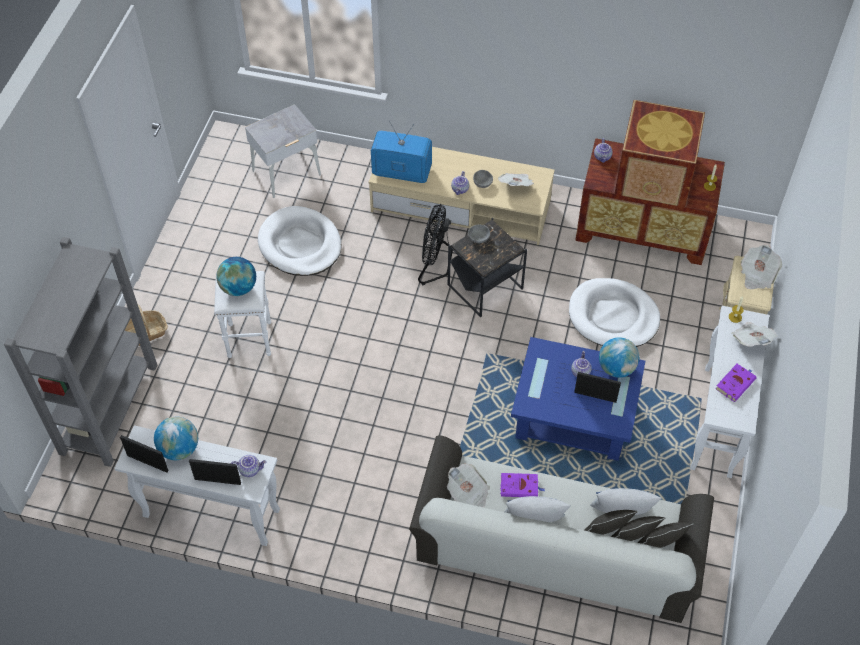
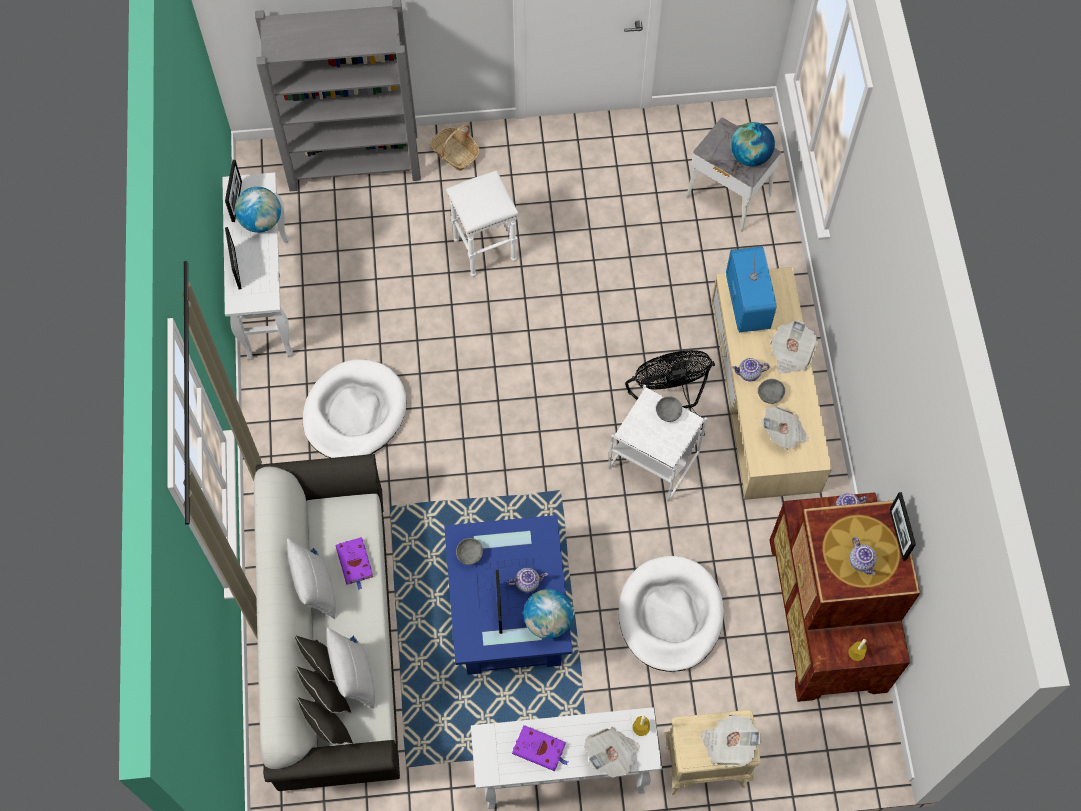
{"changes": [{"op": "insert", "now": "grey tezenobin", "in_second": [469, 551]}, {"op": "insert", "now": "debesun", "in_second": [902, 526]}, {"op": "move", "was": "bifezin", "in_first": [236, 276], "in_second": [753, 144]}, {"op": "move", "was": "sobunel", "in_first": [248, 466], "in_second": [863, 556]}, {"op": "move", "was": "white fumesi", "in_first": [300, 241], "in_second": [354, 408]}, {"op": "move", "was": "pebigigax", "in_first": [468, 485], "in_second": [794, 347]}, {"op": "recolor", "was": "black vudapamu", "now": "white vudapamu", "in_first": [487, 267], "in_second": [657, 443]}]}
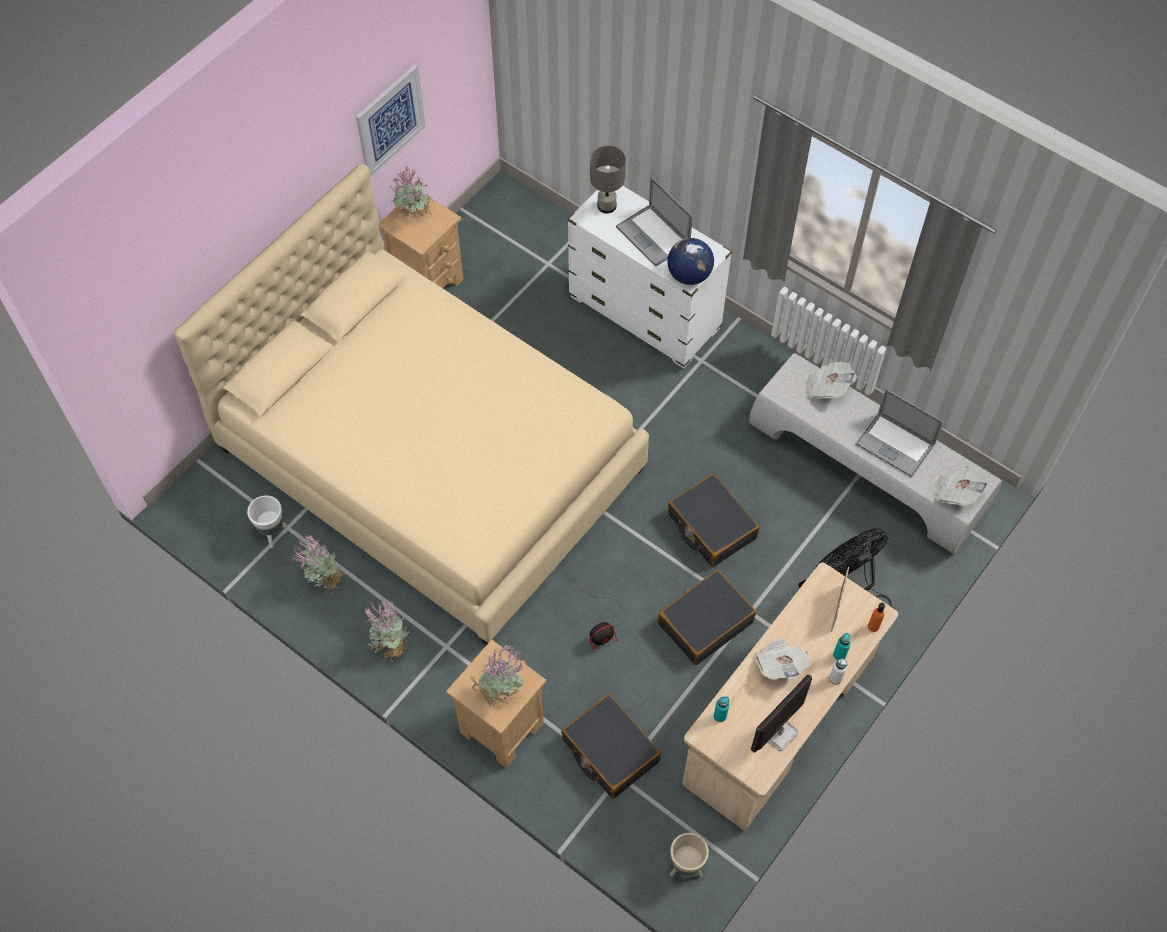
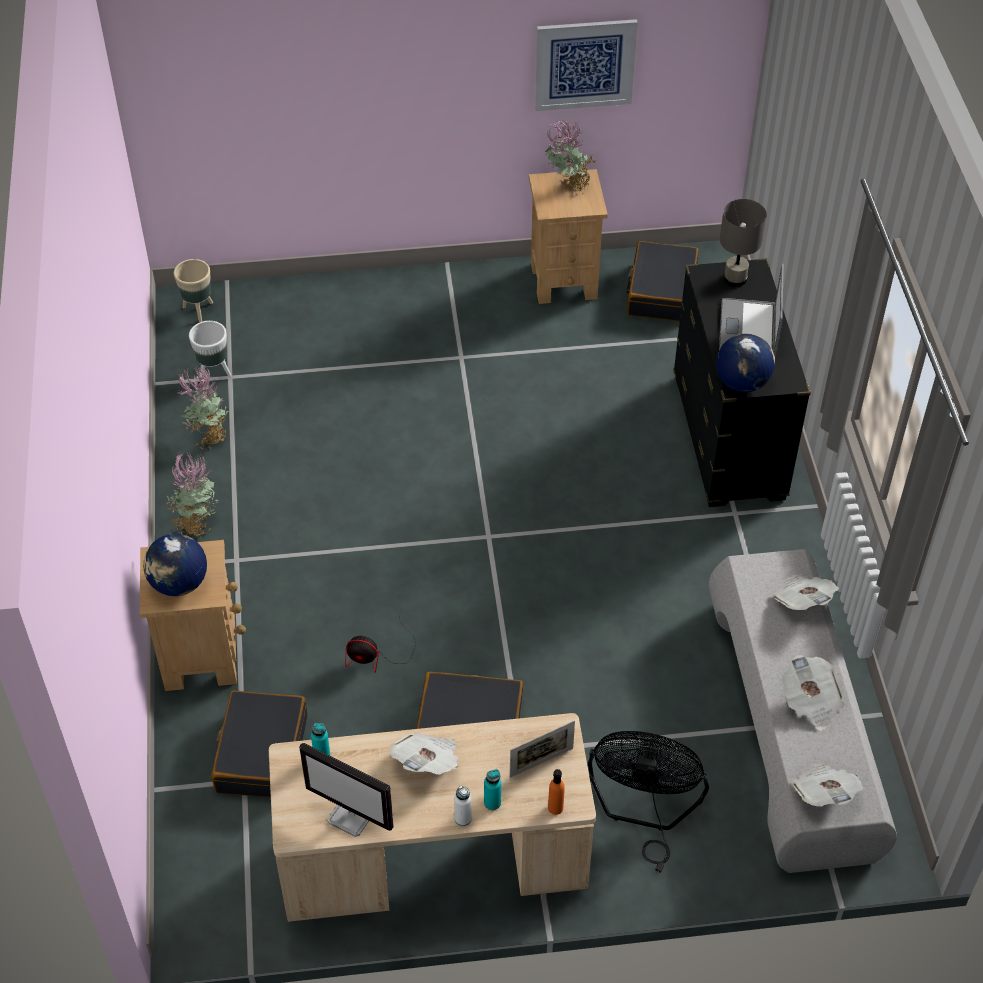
{"changes": [{"op": "delete", "was": "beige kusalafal", "in_first": [411, 404]}, {"op": "move", "was": "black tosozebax", "in_first": [713, 520], "in_second": [663, 281]}, {"op": "move", "was": "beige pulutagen", "in_first": [689, 855], "in_second": [193, 291]}, {"op": "replace", "was": "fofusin", "now": "bifezin", "in_first": [497, 675], "in_second": [175, 565]}, {"op": "replace", "was": "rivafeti", "now": "pebigigax", "in_first": [899, 433], "in_second": [813, 692]}, {"op": "recolor", "was": "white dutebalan", "now": "black dutebalan", "in_first": [649, 277], "in_second": [742, 382]}, {"op": "rotate", "was": "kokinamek", "in_first": [781, 714], "in_second": [346, 790], "clockwise": -150}]}
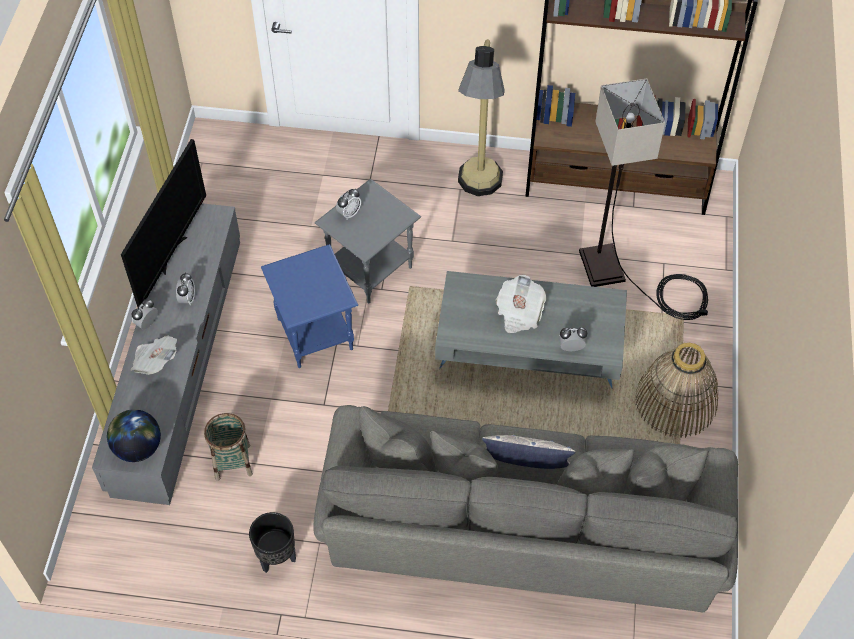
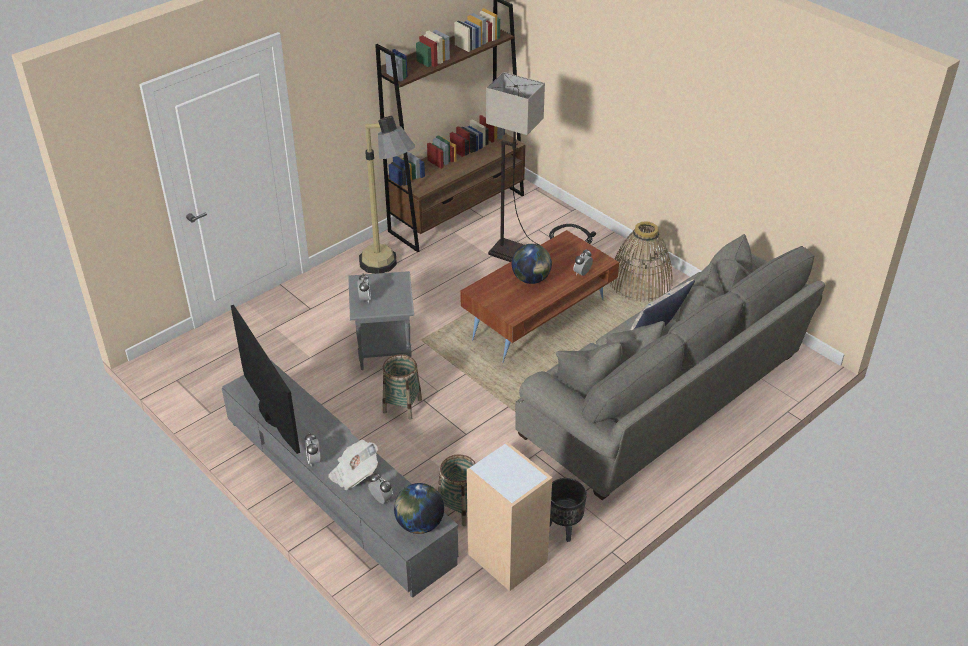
{"changes": [{"op": "insert", "now": "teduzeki", "in_second": [509, 516]}, {"op": "move", "was": "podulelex", "in_first": [185, 288], "in_second": [380, 488]}, {"op": "replace", "was": "blue vudapamu", "now": "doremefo", "in_first": [309, 306], "in_second": [402, 387]}, {"op": "replace", "was": "pebigigax", "now": "bifezin", "in_first": [521, 304], "in_second": [532, 264]}, {"op": "recolor", "was": "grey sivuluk", "now": "brown sivuluk", "in_first": [531, 329], "in_second": [539, 297]}]}
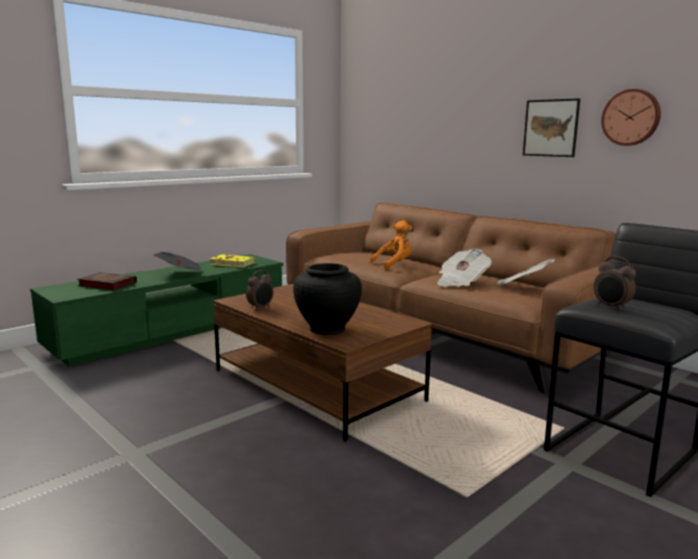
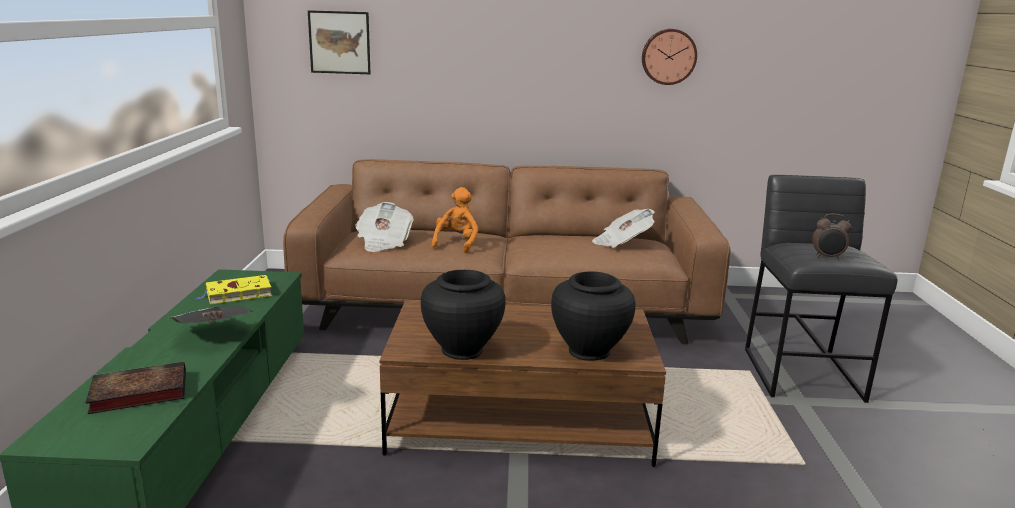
{"changes": [{"op": "move", "was": "pebigigax", "in_first": [464, 268], "in_second": [384, 227]}, {"op": "move", "was": "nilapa", "in_first": [551, 127], "in_second": [339, 42]}, {"op": "replace", "was": "podulelex", "now": "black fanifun", "in_first": [260, 290], "in_second": [463, 315]}]}
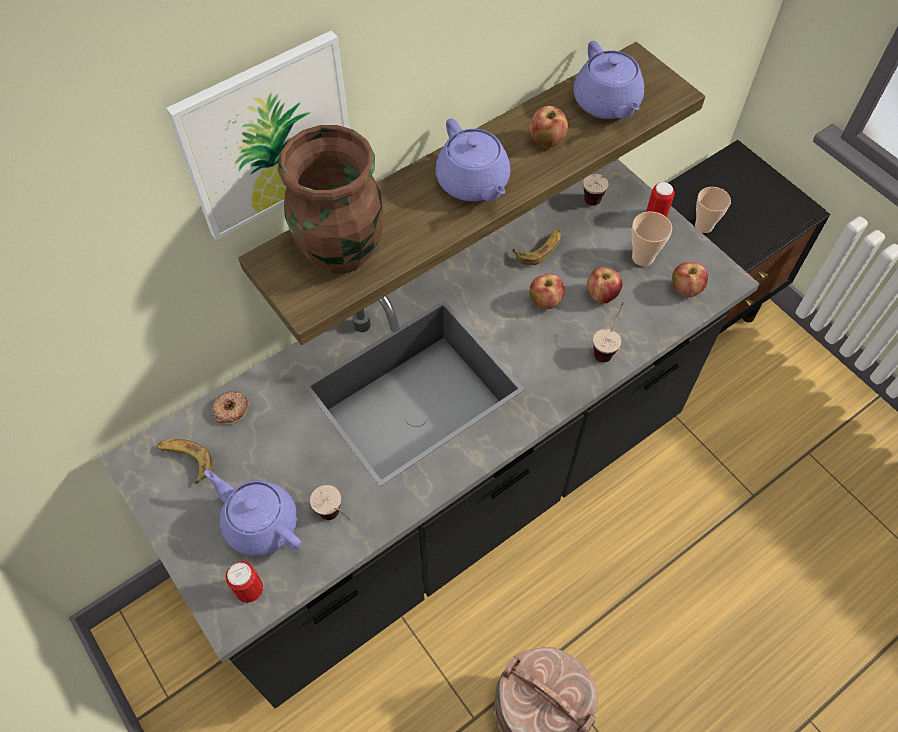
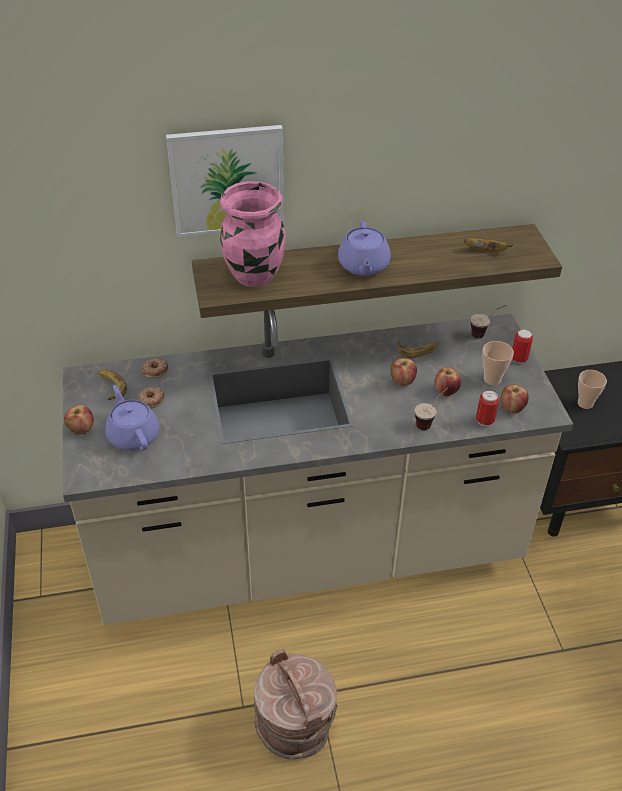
{"changes": [{"op": "delete", "was": "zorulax", "in_first": [330, 503]}, {"op": "insert", "now": "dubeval", "in_second": [151, 397]}, {"op": "move", "was": "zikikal", "in_first": [244, 582], "in_second": [487, 408]}, {"op": "move", "was": "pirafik", "in_first": [549, 127], "in_second": [79, 420]}, {"op": "replace", "was": "purple sobunel", "now": "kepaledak", "in_first": [609, 80], "in_second": [488, 244]}, {"op": "recolor", "was": "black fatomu", "now": "beige fatomu", "in_first": [429, 433], "in_second": [318, 467]}, {"op": "recolor", "was": "brown fanifun", "now": "pink fanifun", "in_first": [330, 199], "in_second": [253, 234]}]}
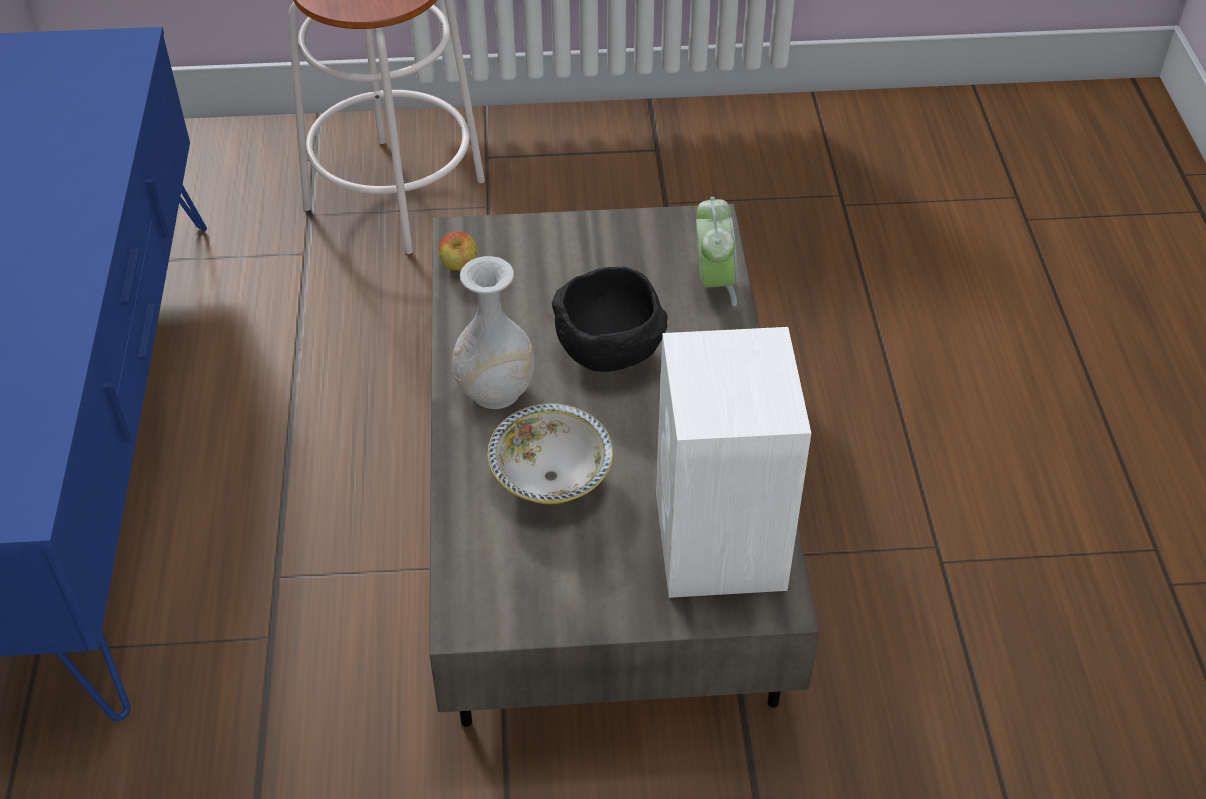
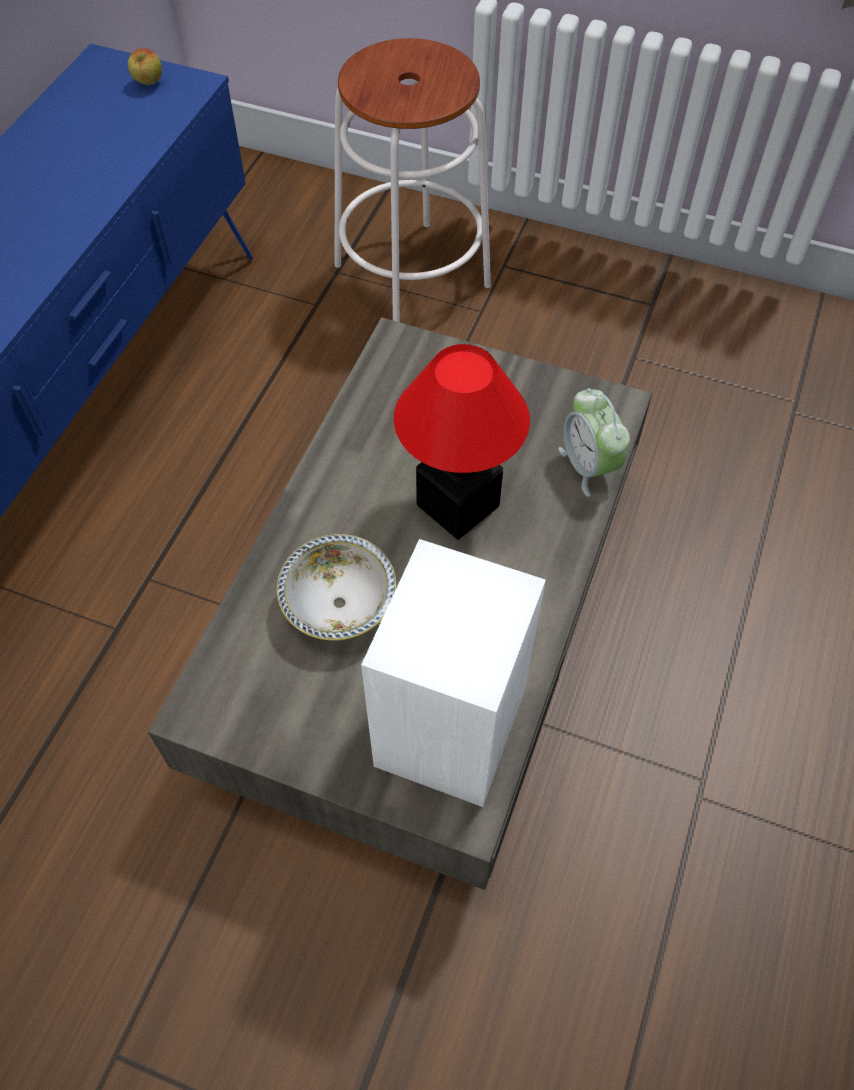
{"changes": [{"op": "delete", "was": "white fanifun", "in_first": [493, 332]}, {"op": "move", "was": "pirafik", "in_first": [457, 251], "in_second": [144, 66]}, {"op": "replace", "was": "black tezenobin", "now": "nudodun", "in_first": [609, 319], "in_second": [462, 442]}, {"op": "rotate", "was": "podulelex", "in_first": [717, 251], "in_second": [594, 442], "clockwise": 135}]}
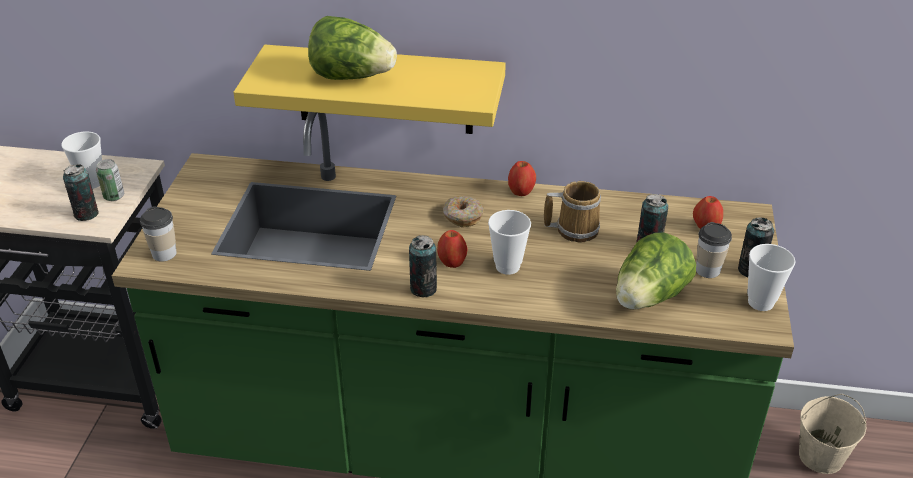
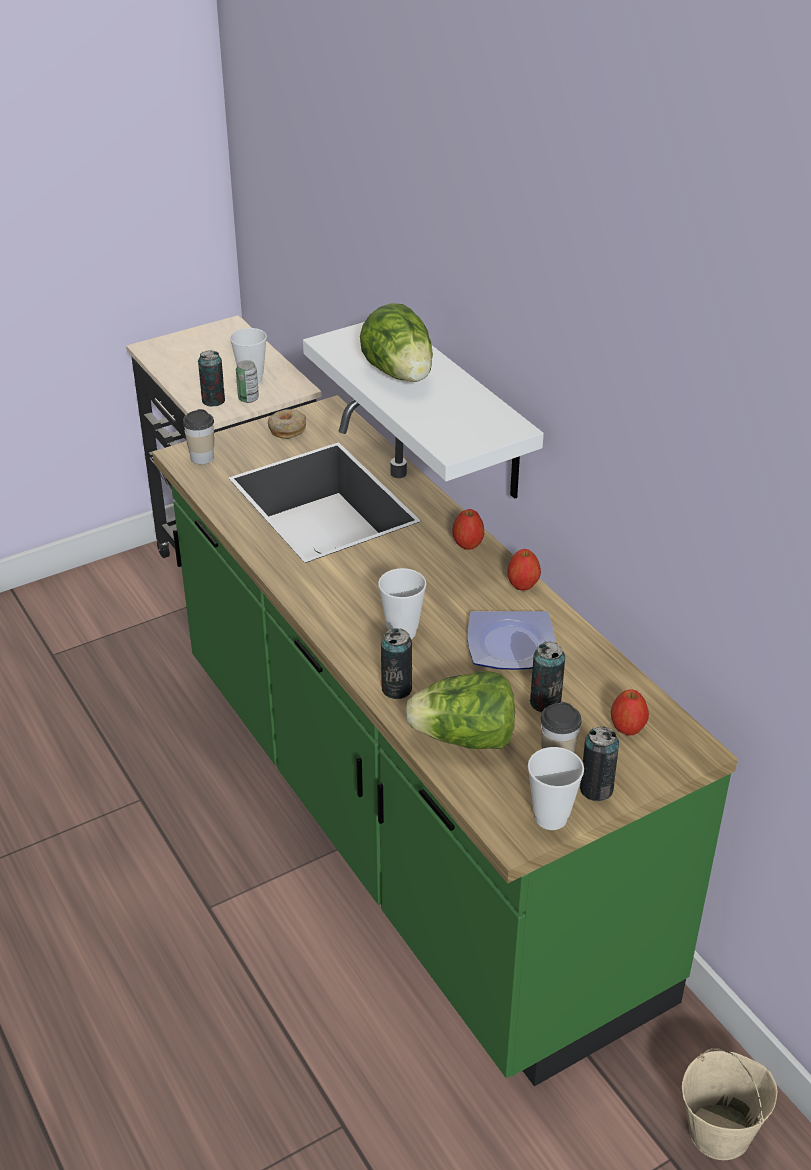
{"changes": [{"op": "move", "was": "zikikal", "in_first": [423, 266], "in_second": [396, 663]}, {"op": "move", "was": "pirafik", "in_first": [452, 249], "in_second": [468, 529]}, {"op": "move", "was": "dubeval", "in_first": [463, 212], "in_second": [287, 424]}, {"op": "replace", "was": "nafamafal", "now": "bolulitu", "in_first": [572, 212], "in_second": [512, 640]}, {"op": "recolor", "was": "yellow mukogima", "now": "white mukogima", "in_first": [369, 89], "in_second": [423, 410]}]}
